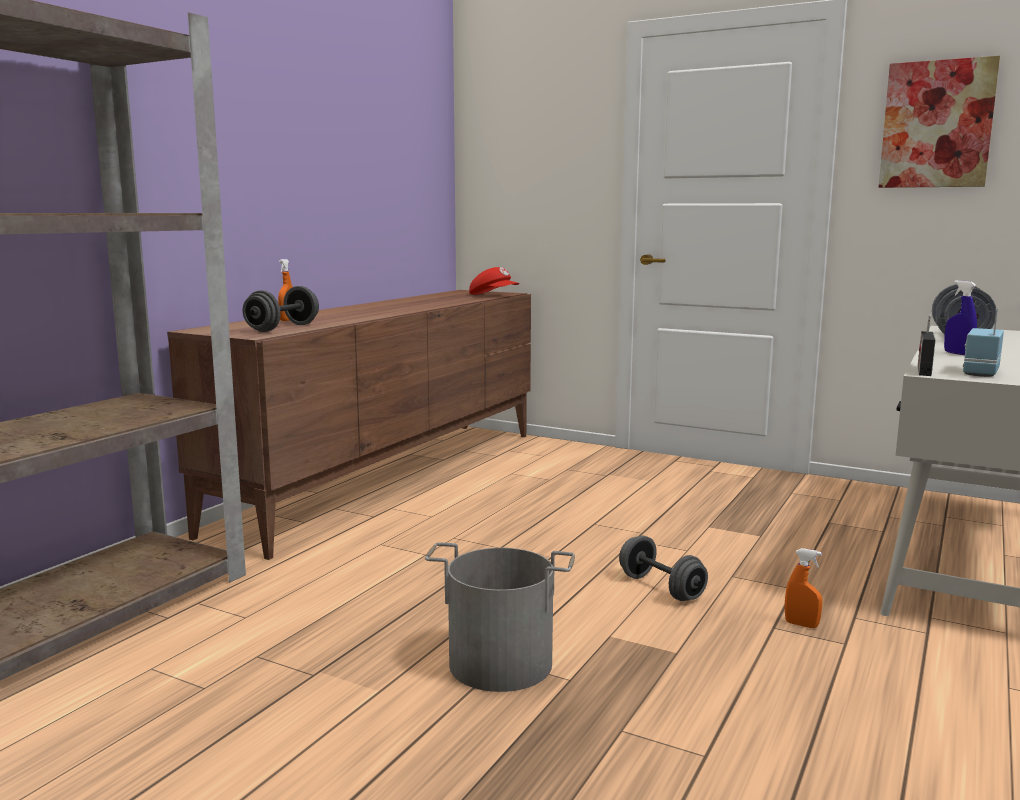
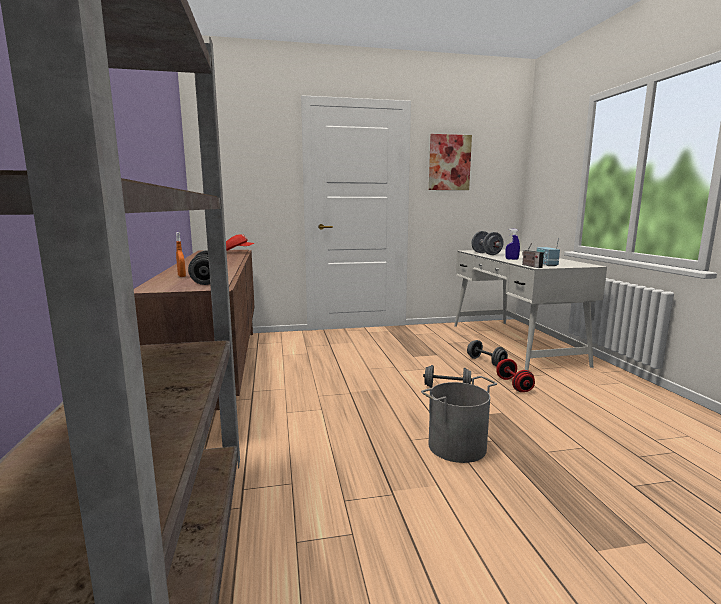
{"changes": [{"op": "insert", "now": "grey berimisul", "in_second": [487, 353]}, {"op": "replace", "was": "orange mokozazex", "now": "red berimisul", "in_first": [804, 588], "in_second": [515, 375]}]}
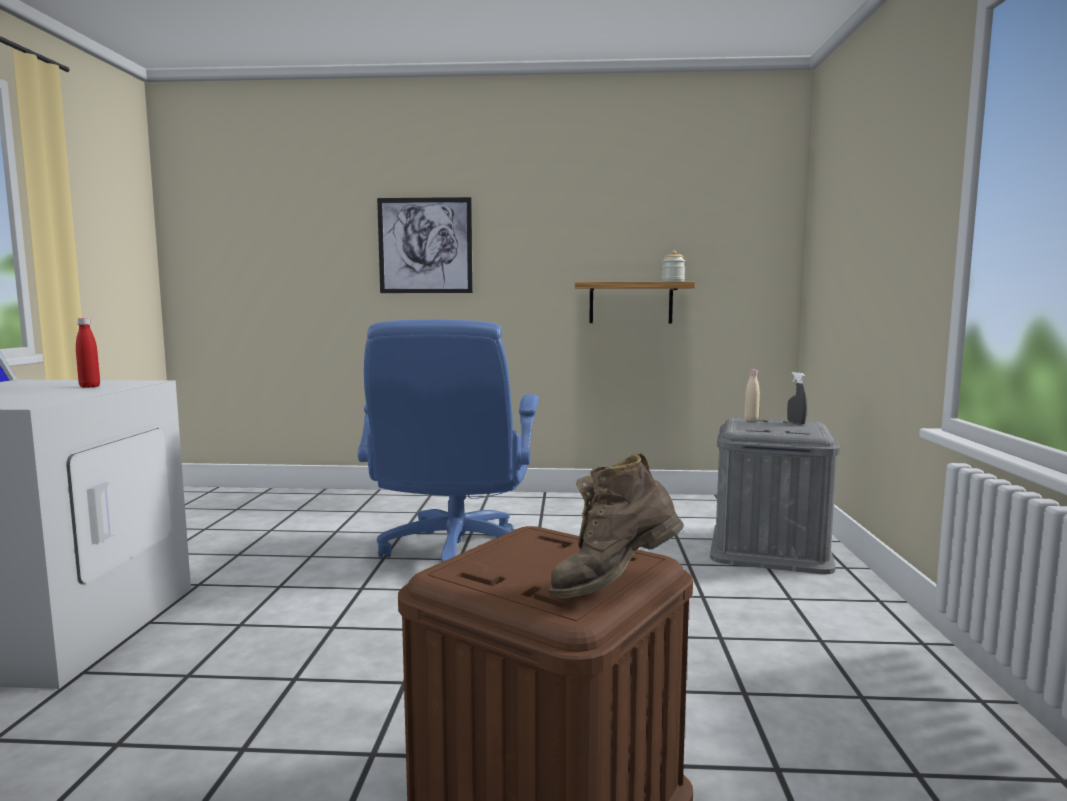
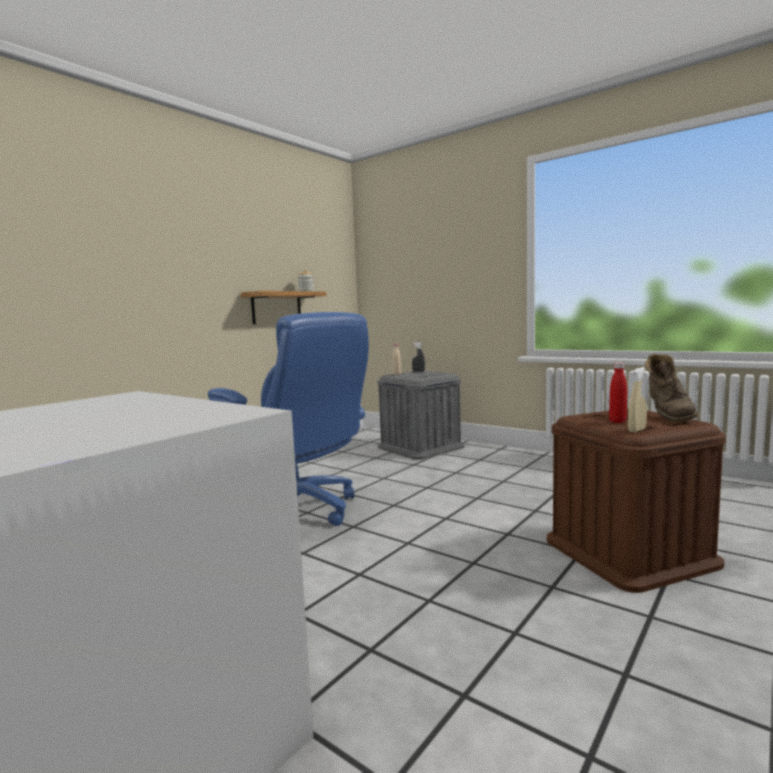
{"changes": [{"op": "delete", "was": "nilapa", "in_first": [425, 245]}, {"op": "insert", "now": "beige mokozazex", "in_second": [637, 399]}, {"op": "move", "was": "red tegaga", "in_first": [88, 353], "in_second": [618, 392]}]}
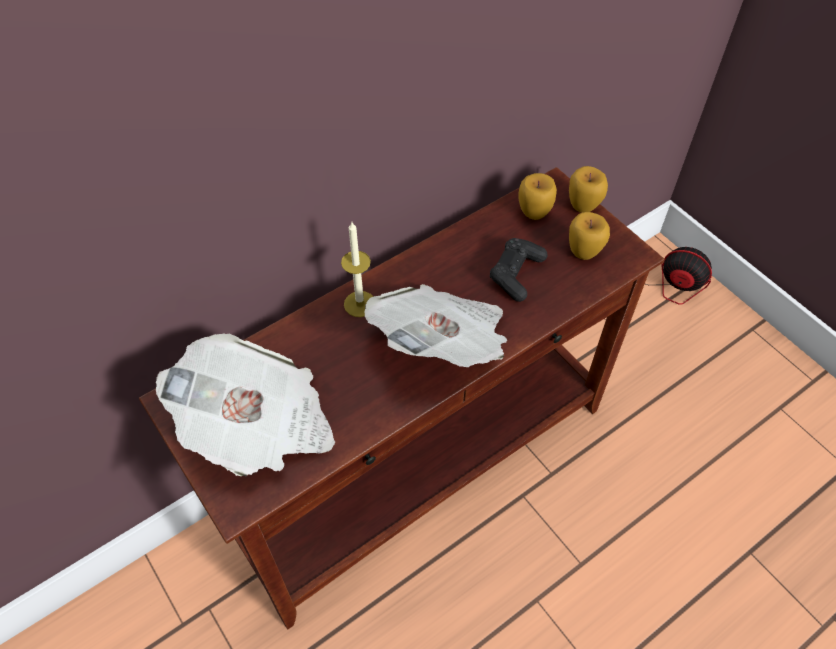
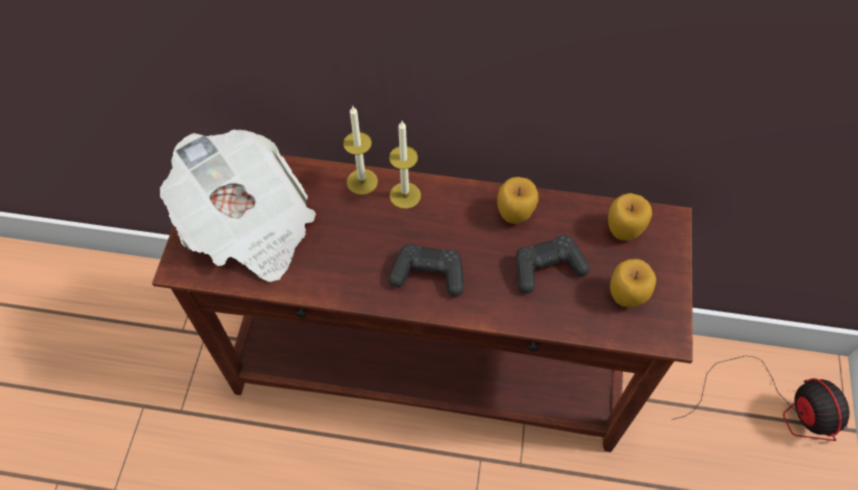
{"changes": [{"op": "insert", "now": "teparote", "in_second": [360, 150]}, {"op": "move", "was": "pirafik", "in_first": [588, 189], "in_second": [517, 200]}, {"op": "replace", "was": "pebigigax", "now": "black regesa", "in_first": [436, 325], "in_second": [426, 270]}]}
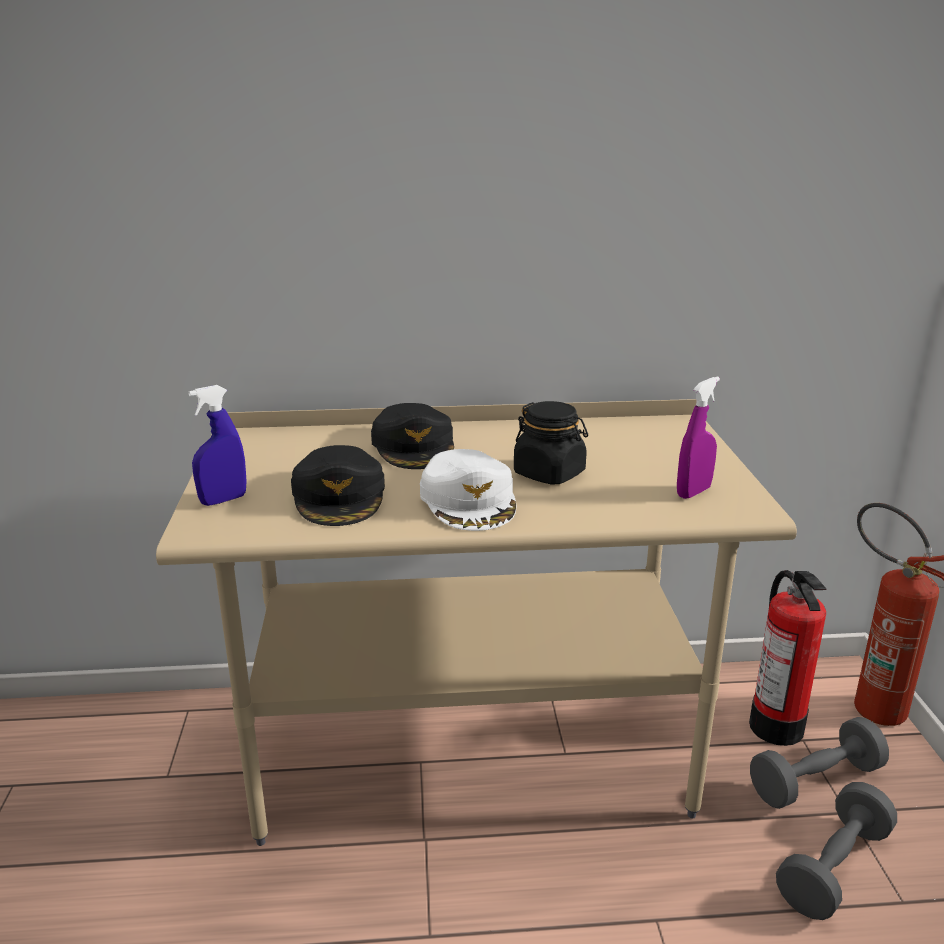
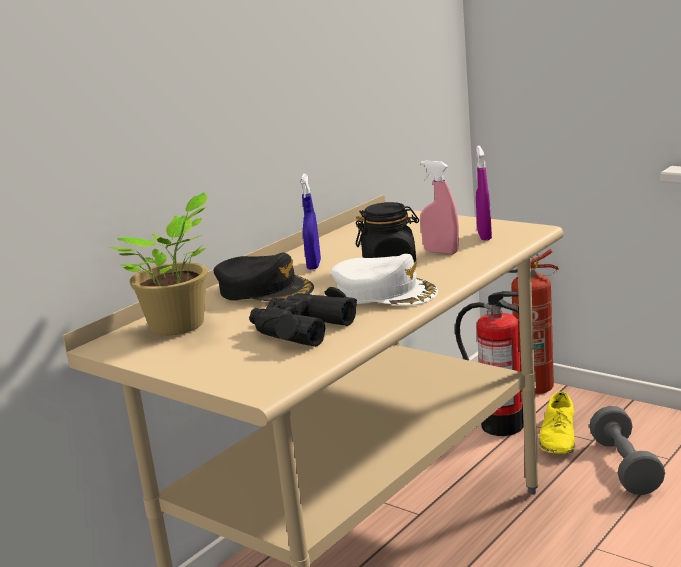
{"changes": [{"op": "insert", "now": "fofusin", "in_second": [159, 263]}, {"op": "insert", "now": "pink mokozazex", "in_second": [439, 207]}, {"op": "move", "was": "blue mokozazex", "in_first": [217, 445], "in_second": [310, 222]}, {"op": "replace", "was": "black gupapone", "now": "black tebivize", "in_first": [338, 485], "in_second": [303, 317]}, {"op": "replace", "was": "grey berimisul", "now": "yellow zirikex", "in_first": [819, 763], "in_second": [557, 422]}]}
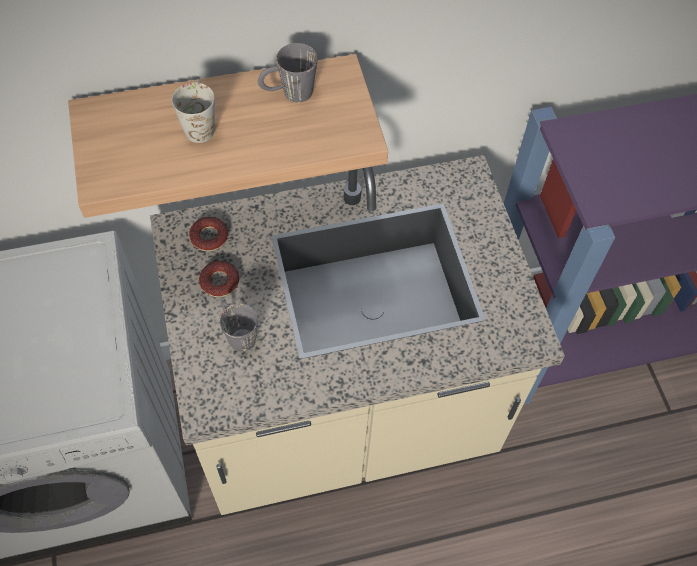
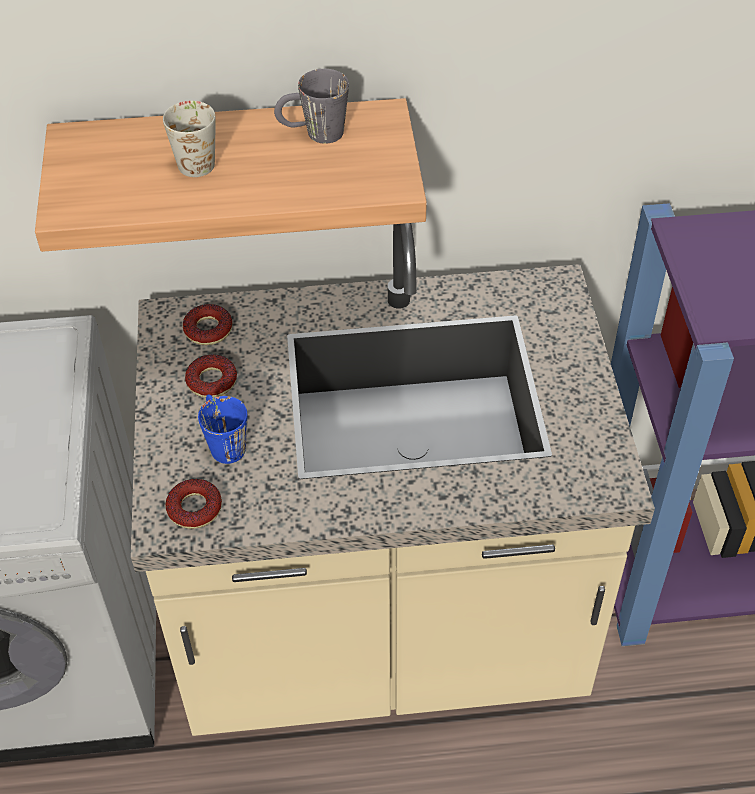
{"changes": [{"op": "insert", "now": "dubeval", "in_second": [193, 504]}, {"op": "recolor", "was": "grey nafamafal", "now": "blue nafamafal", "in_first": [239, 326], "in_second": [222, 429]}]}
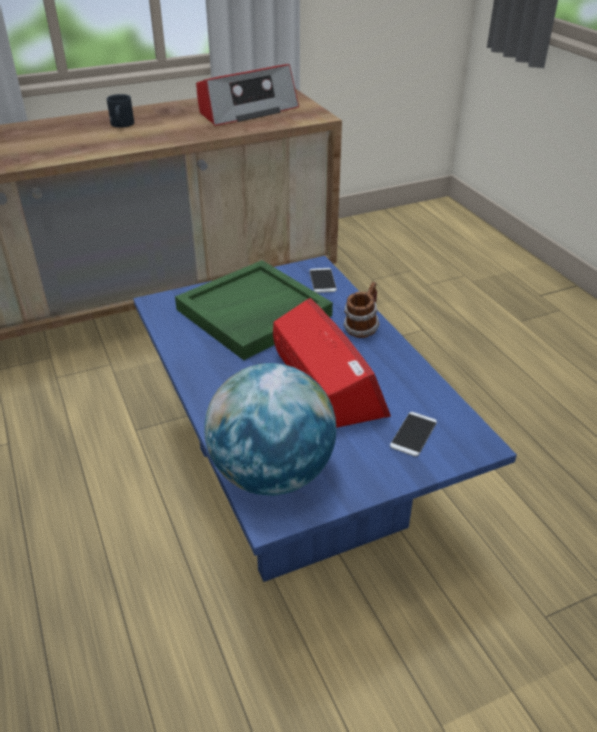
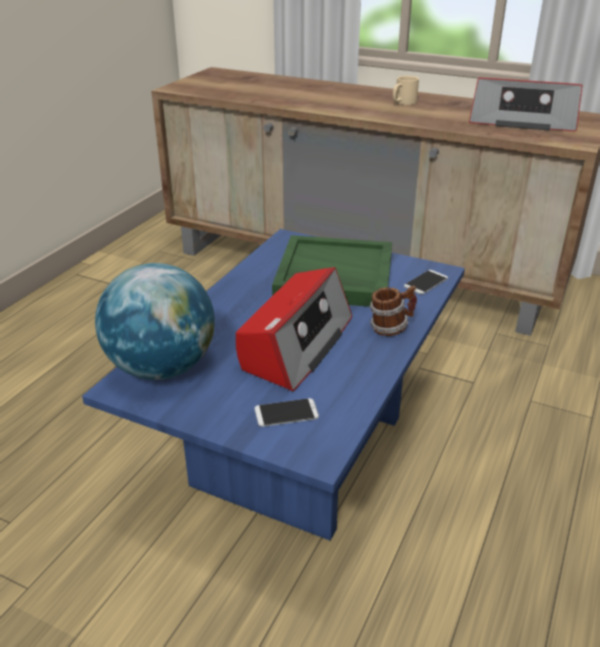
{"changes": [{"op": "recolor", "was": "black nafamafal", "now": "beige nafamafal", "in_first": [120, 111], "in_second": [406, 90]}]}
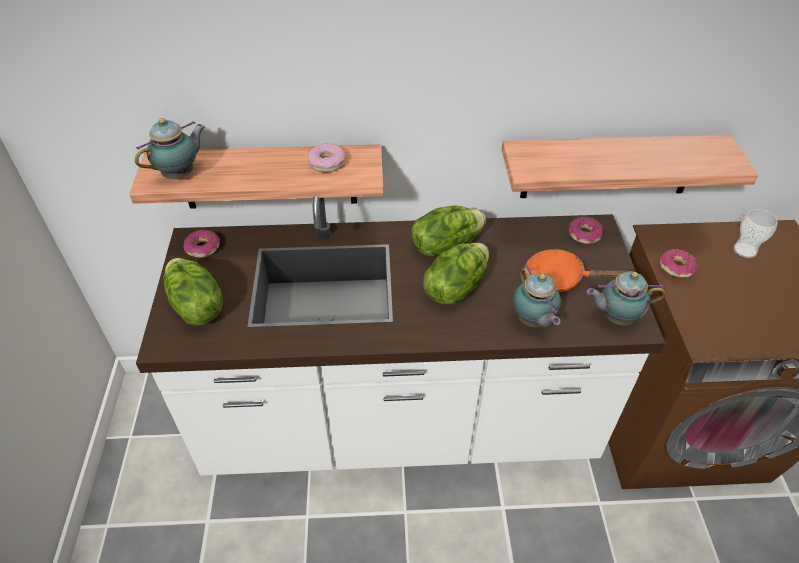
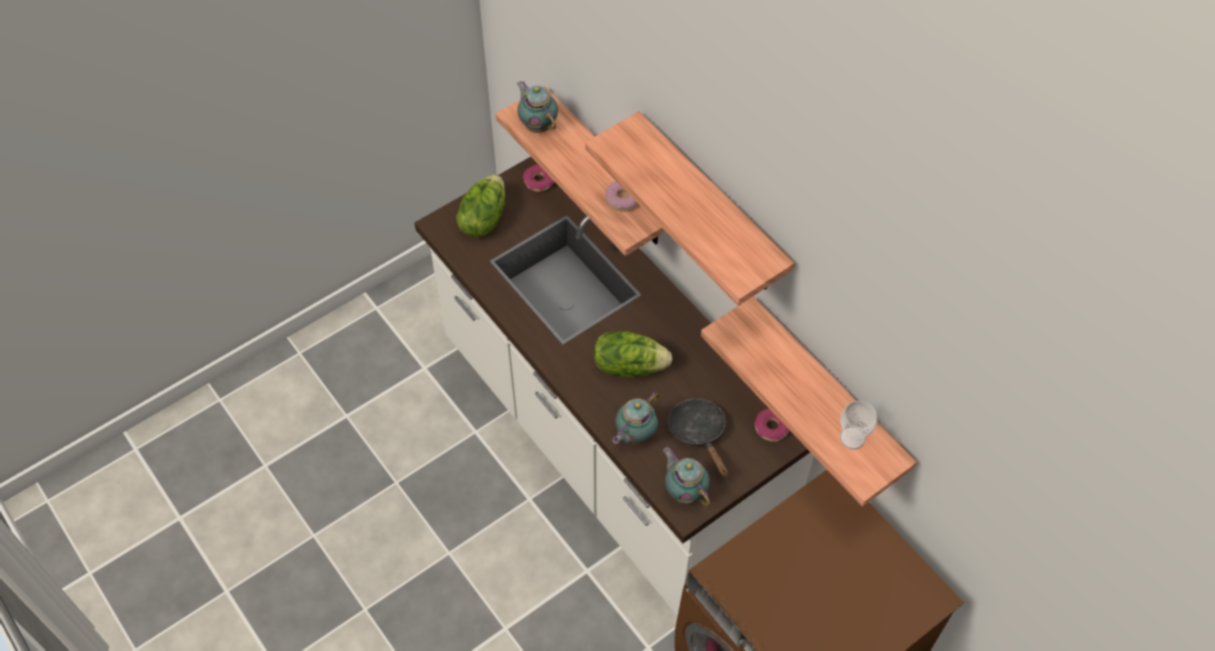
{"changes": [{"op": "delete", "was": "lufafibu", "in_first": [448, 231]}, {"op": "delete", "was": "dubeval", "in_first": [678, 263]}, {"op": "insert", "now": "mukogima", "in_second": [689, 208]}, {"op": "move", "was": "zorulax", "in_first": [755, 233], "in_second": [858, 425]}, {"op": "recolor", "was": "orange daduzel", "now": "black daduzel", "in_first": [576, 270], "in_second": [698, 438]}, {"op": "rotate", "was": "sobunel", "in_first": [170, 148], "in_second": [537, 107], "clockwise": -135}]}
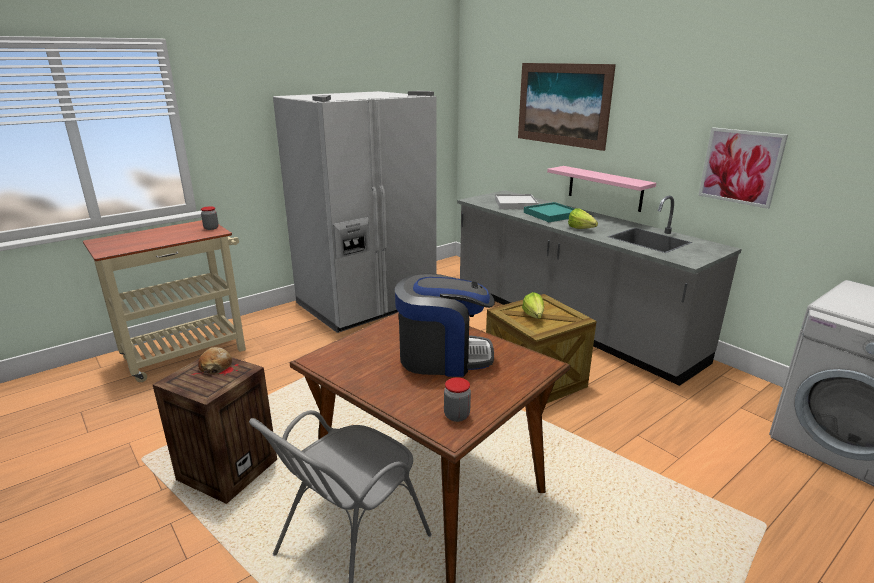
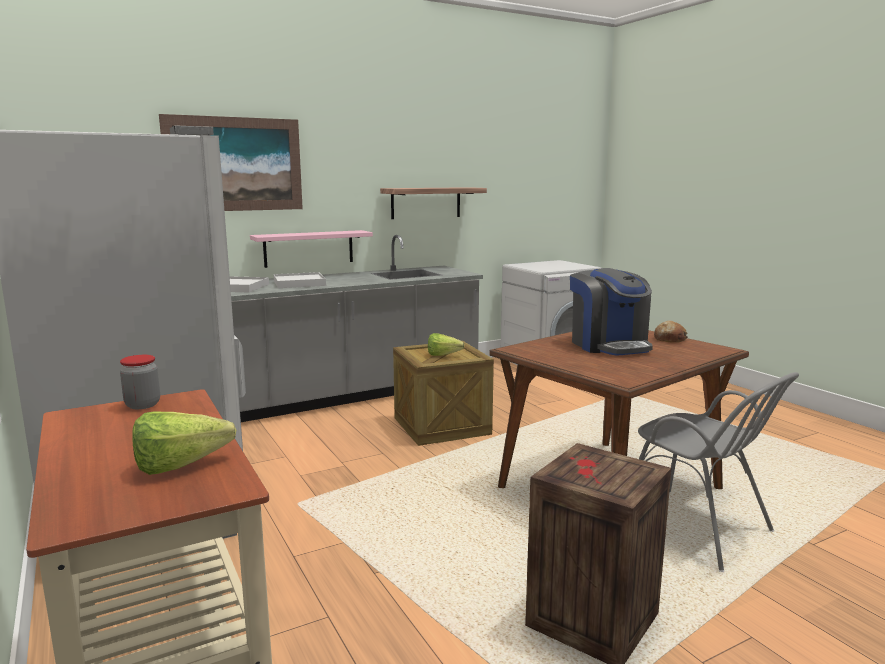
{"changes": [{"op": "delete", "was": "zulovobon", "in_first": [457, 400]}, {"op": "move", "was": "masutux", "in_first": [215, 360], "in_second": [671, 331]}, {"op": "move", "was": "lufafibu", "in_first": [583, 218], "in_second": [184, 443]}, {"op": "replace", "was": "nilapa", "now": "mukogima", "in_first": [743, 168], "in_second": [433, 203]}, {"op": "recolor", "was": "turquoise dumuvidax", "now": "white dumuvidax", "in_first": [549, 212], "in_second": [300, 280]}, {"op": "rotate", "was": "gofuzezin", "in_first": [445, 325], "in_second": [611, 312], "clockwise": 150}]}
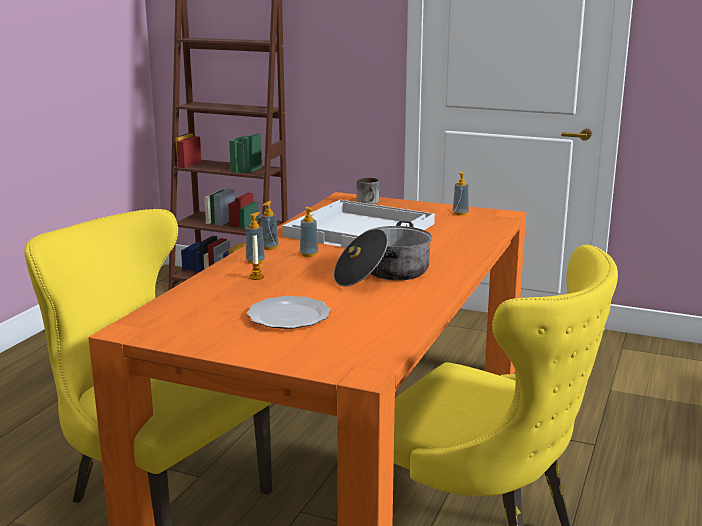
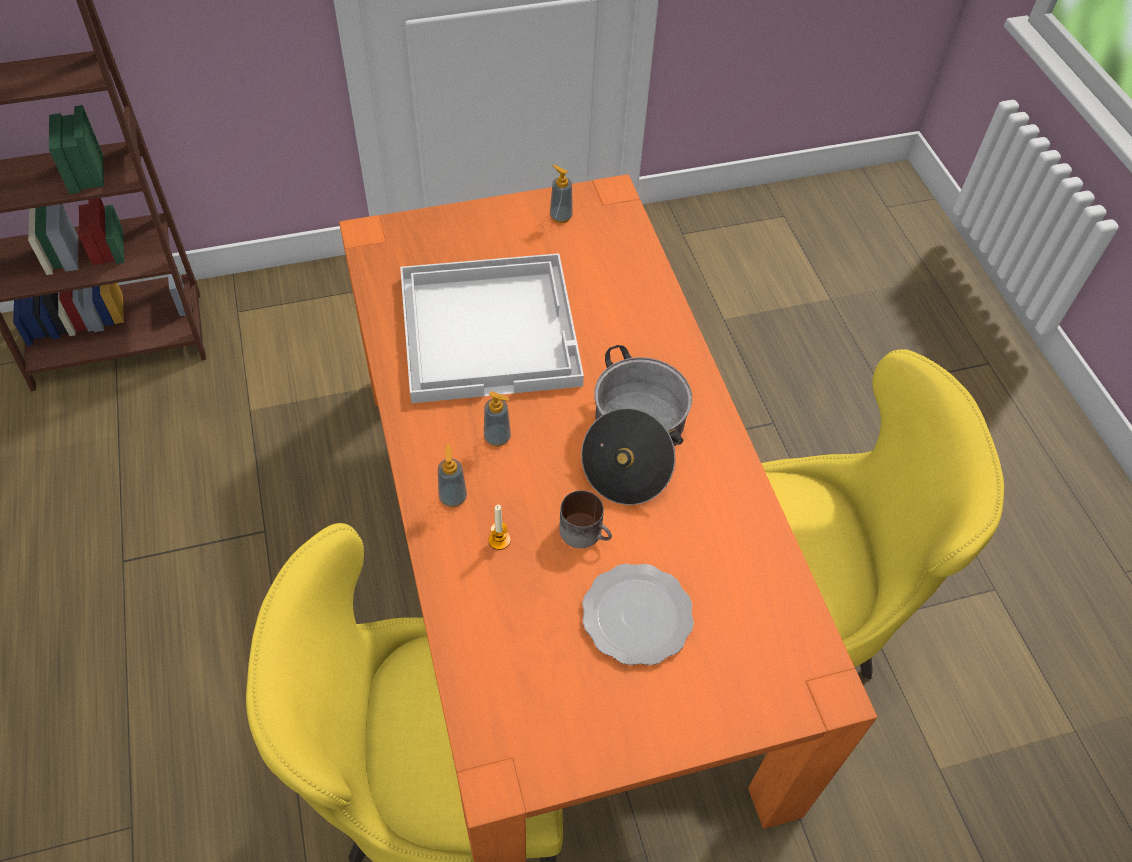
{"changes": [{"op": "delete", "was": "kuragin", "in_first": [270, 225]}, {"op": "move", "was": "nafamafal", "in_first": [368, 190], "in_second": [585, 519]}]}
